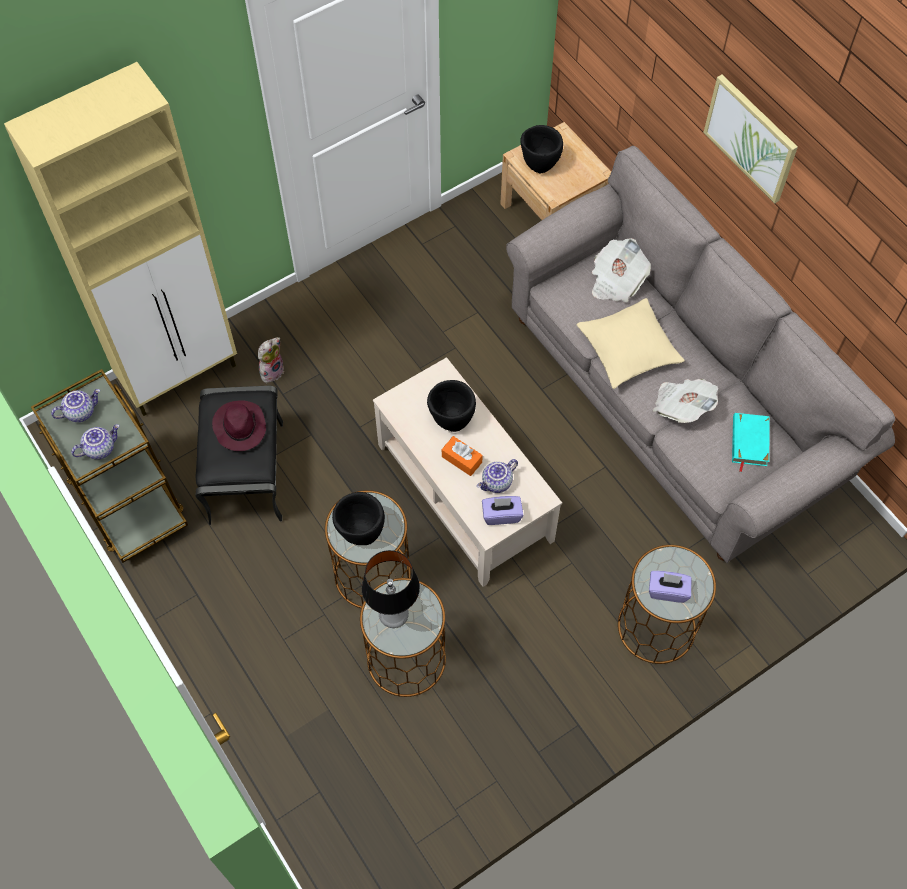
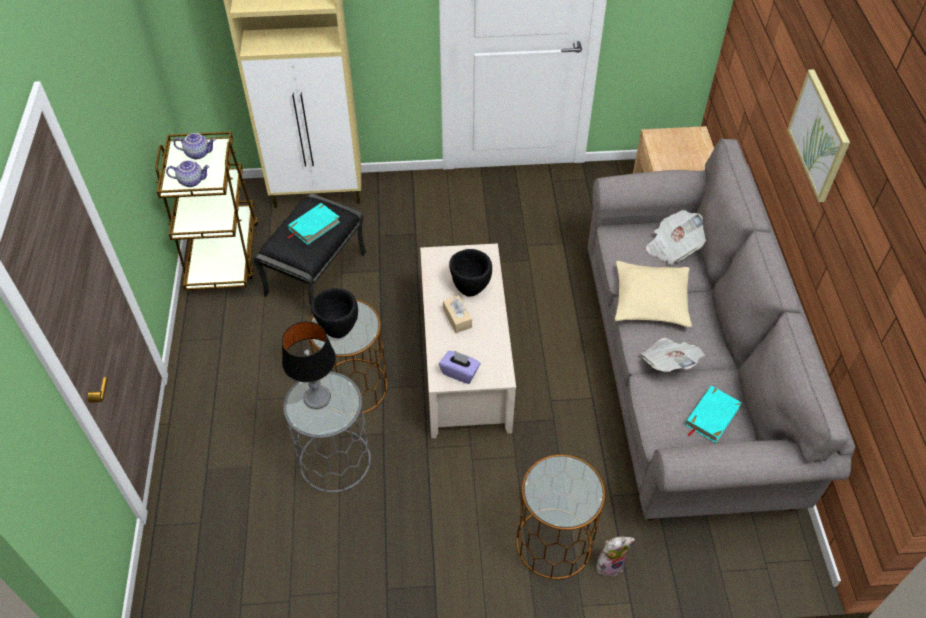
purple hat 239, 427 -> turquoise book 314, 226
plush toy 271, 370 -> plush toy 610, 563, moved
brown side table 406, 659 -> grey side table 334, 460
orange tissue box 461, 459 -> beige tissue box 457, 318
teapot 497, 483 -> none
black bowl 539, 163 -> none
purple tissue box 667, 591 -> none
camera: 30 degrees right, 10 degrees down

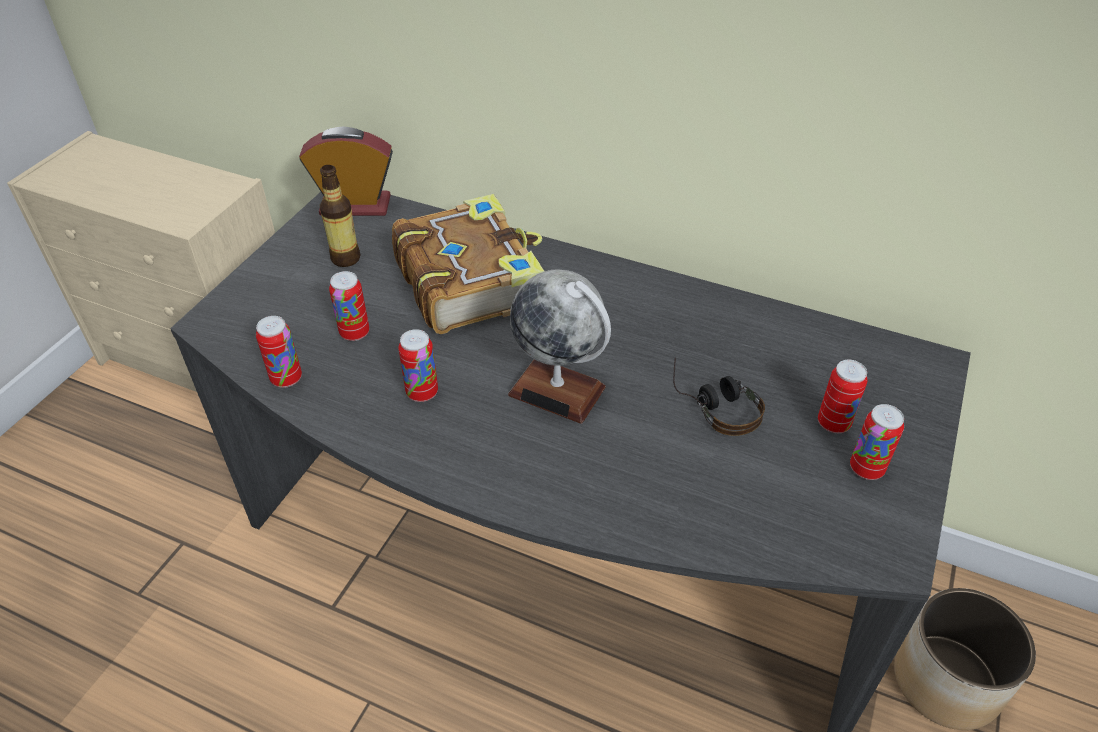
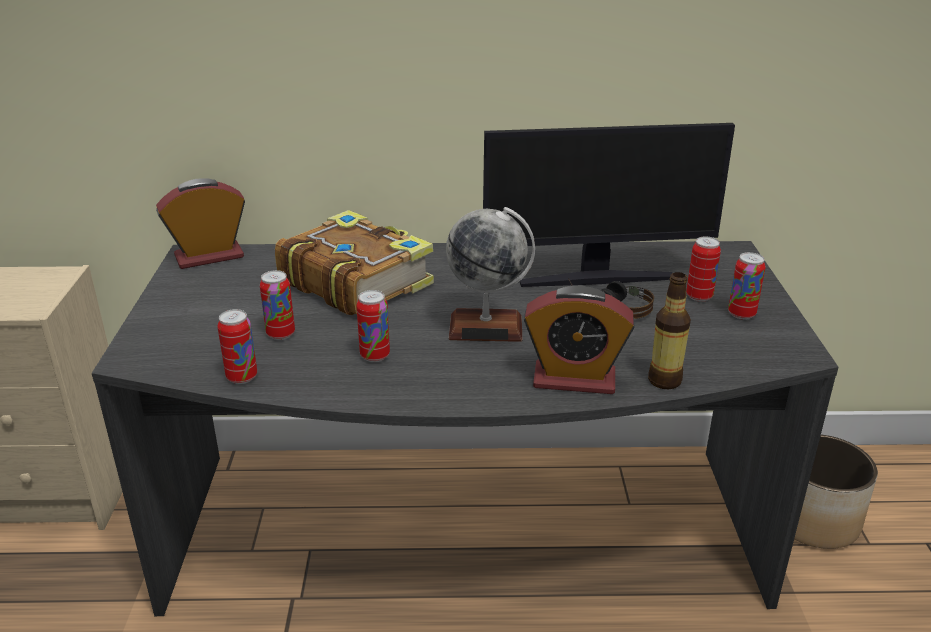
bottle 345, 258 -> bottle 664, 380, moved
none -> monitor 596, 278
none -> alarm clock 574, 379
camera: 25 degrees left, 15 degrees down

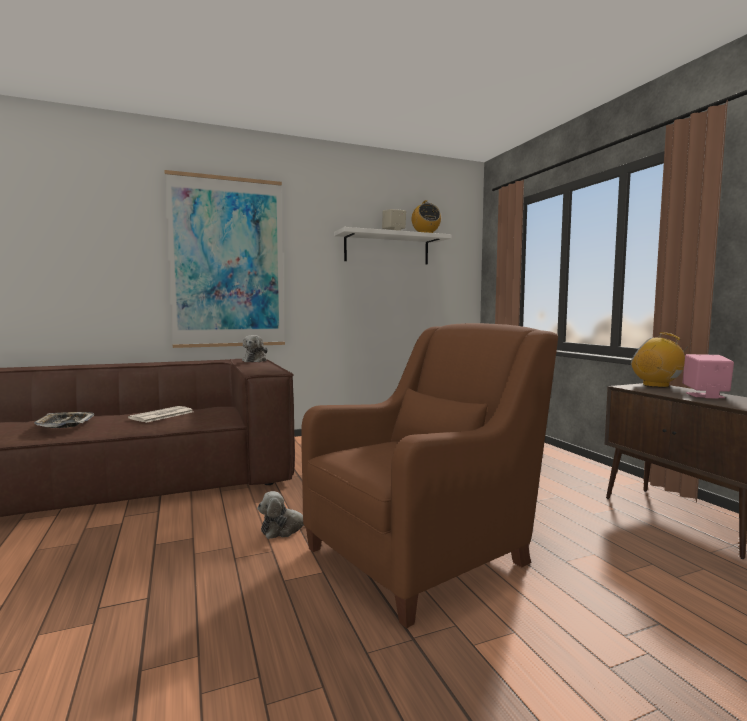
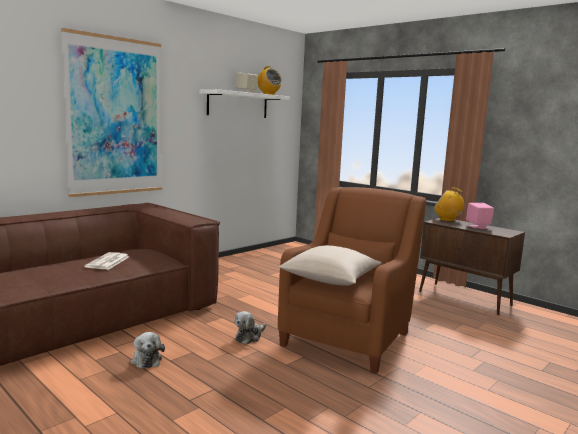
tray 65, 424 -> none
plush toy 255, 360 -> plush toy 146, 359, moved
none -> beige pillow 330, 279
camera: 25 degrees left, 5 degrees up

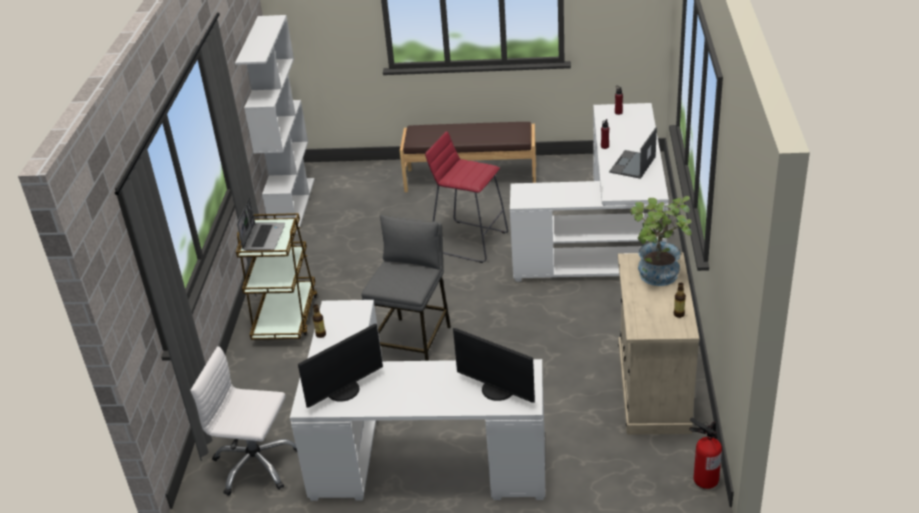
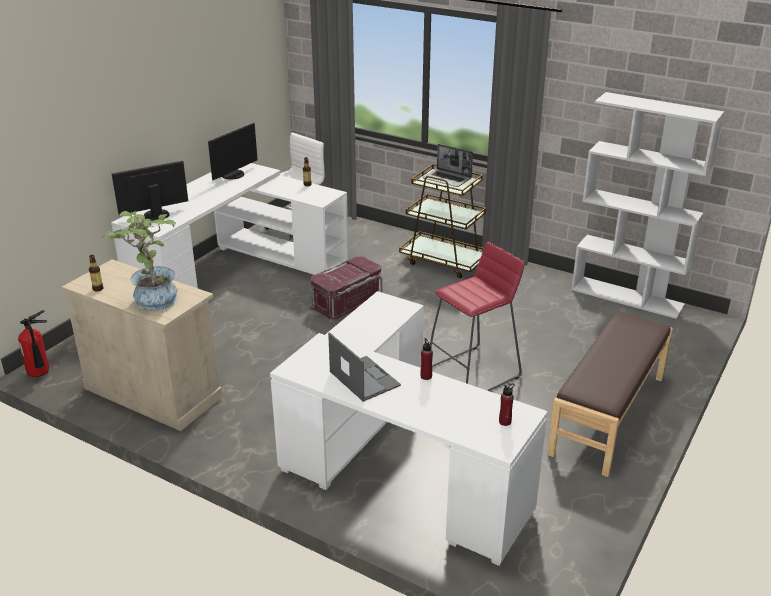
monitor 344, 391 -> monitor 233, 175, 135 degrees counterclockwise
grey stool 413, 344 -> red storage box 347, 303
camera: 115 degrees right, 5 degrees down

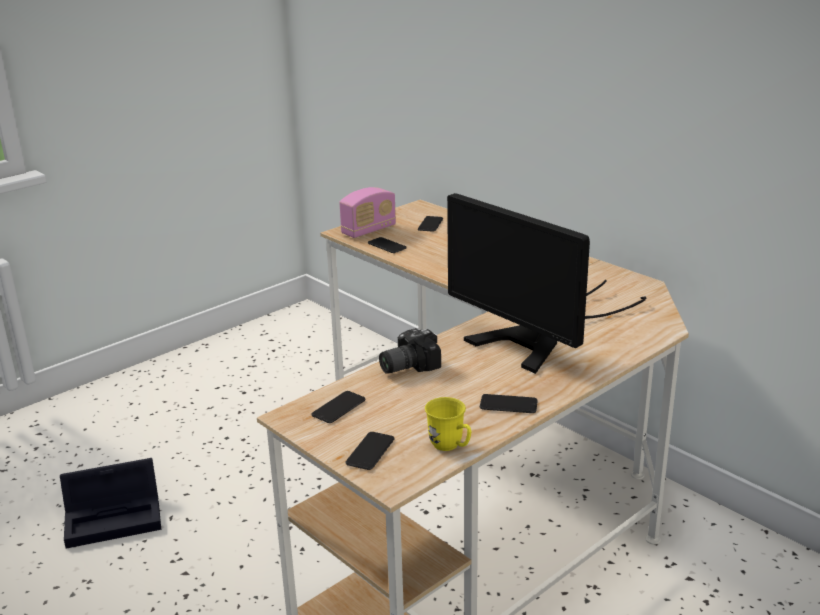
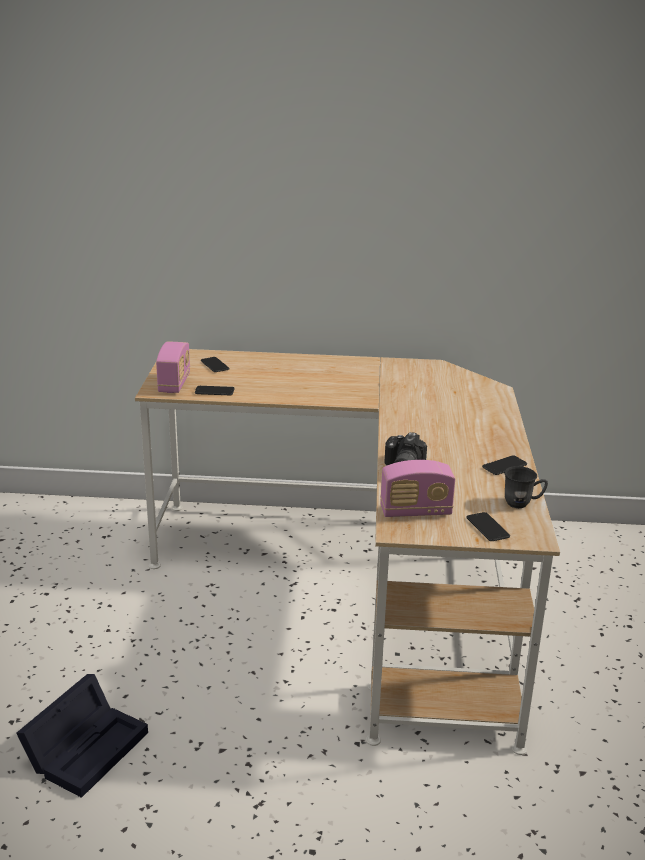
phone 338, 408 -> radio 415, 511
yellow mug 450, 446 -> grey mug 522, 503
monitor 538, 337 -> none
camera: 45 degrees left, 0 degrees up

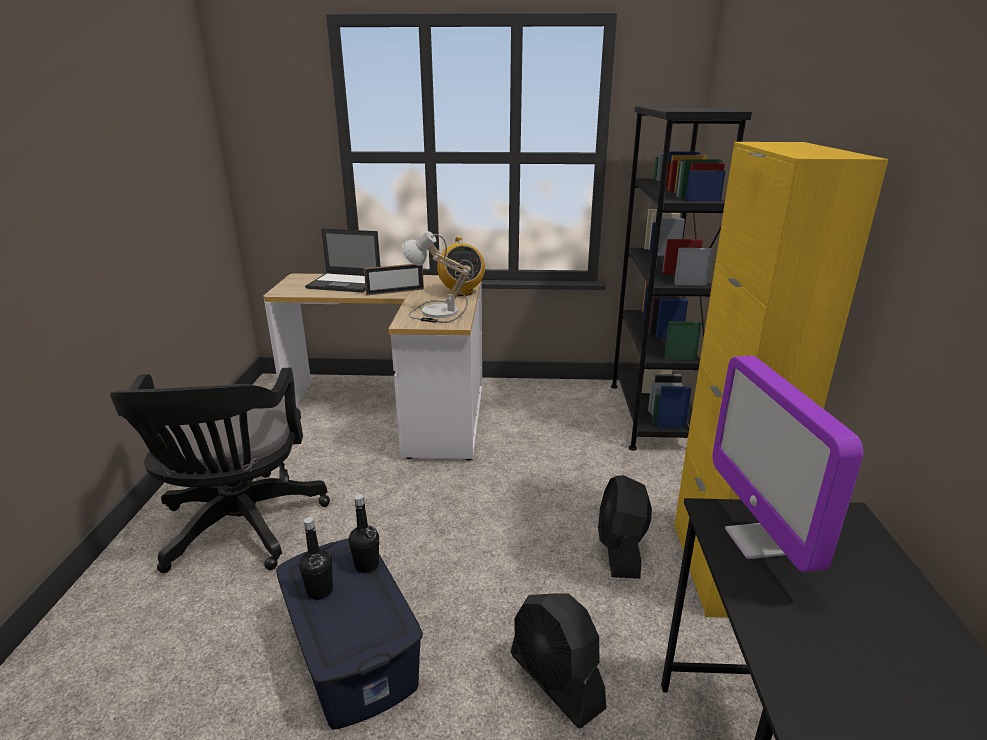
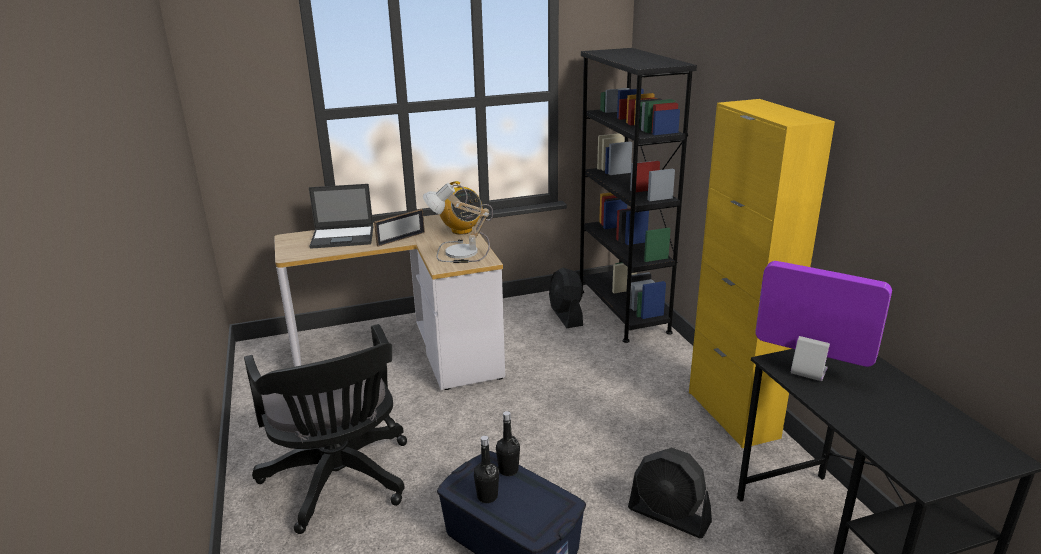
black fan 620, 550 -> black fan 566, 316, moved
monitor 759, 541 -> monitor 808, 372, 150 degrees clockwise
camera: 20 degrees left, 0 degrees up

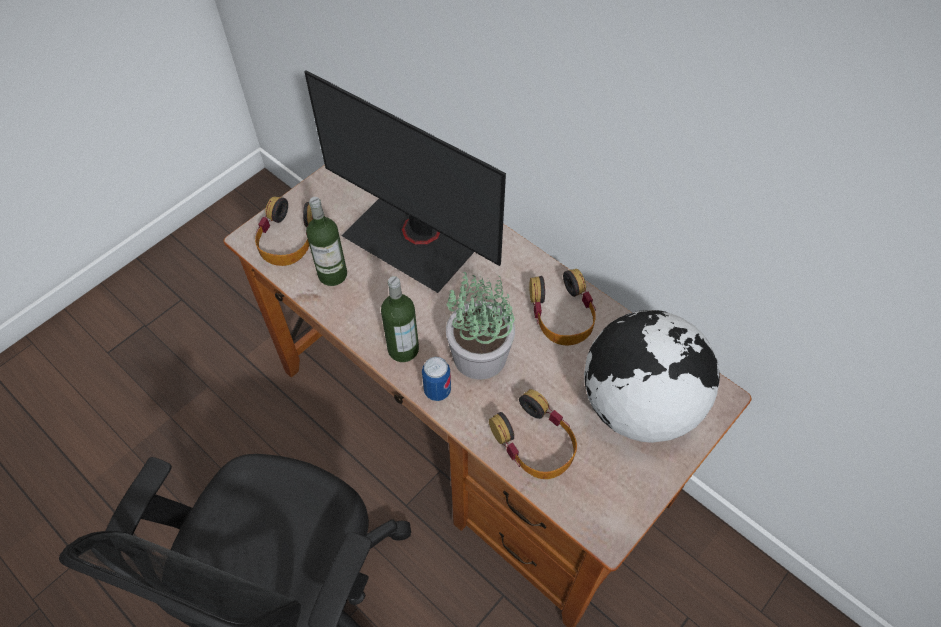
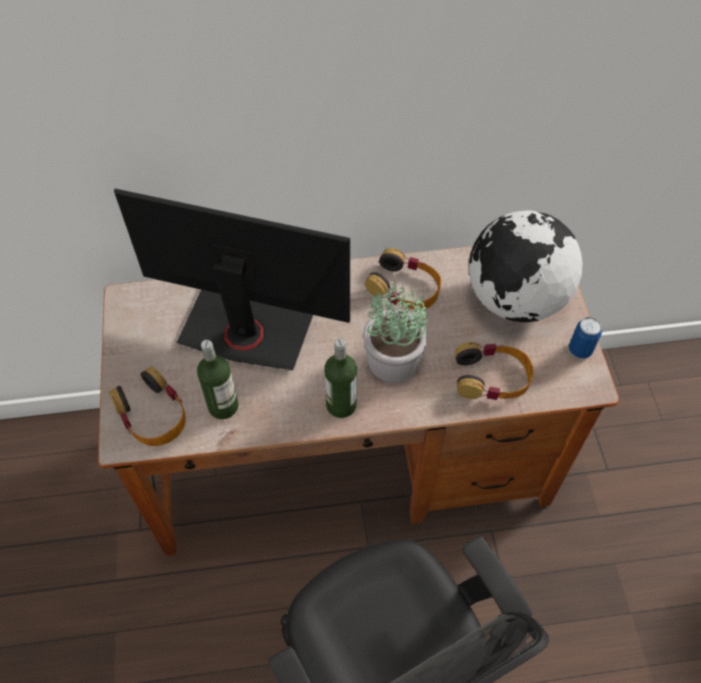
monitor 416, 238 -> monitor 247, 327, 150 degrees counterclockwise
can 437, 390 -> can 580, 350, moved
camera: 50 degrees left, 0 degrees up

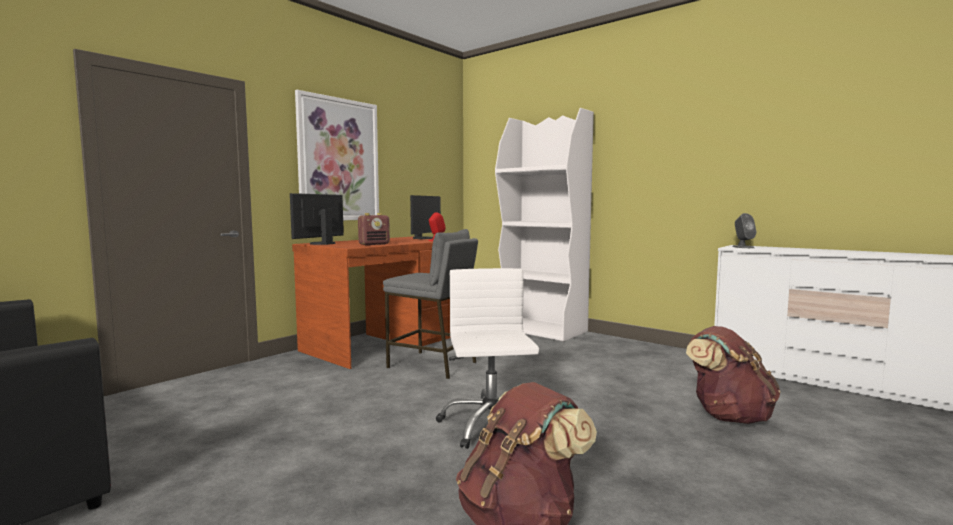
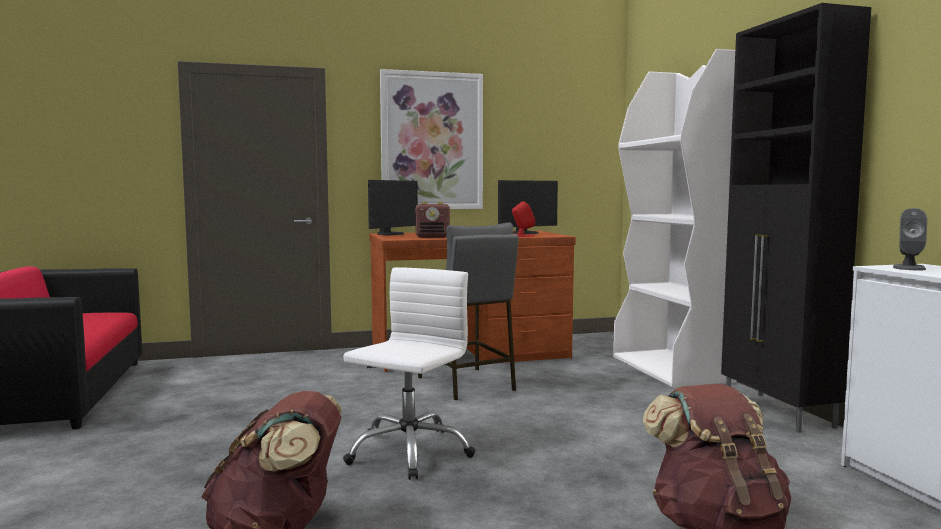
monitor 321, 243 -> monitor 391, 234, 150 degrees clockwise
none -> black cabinet 778, 412
camera: 35 degrees right, 0 degrees up

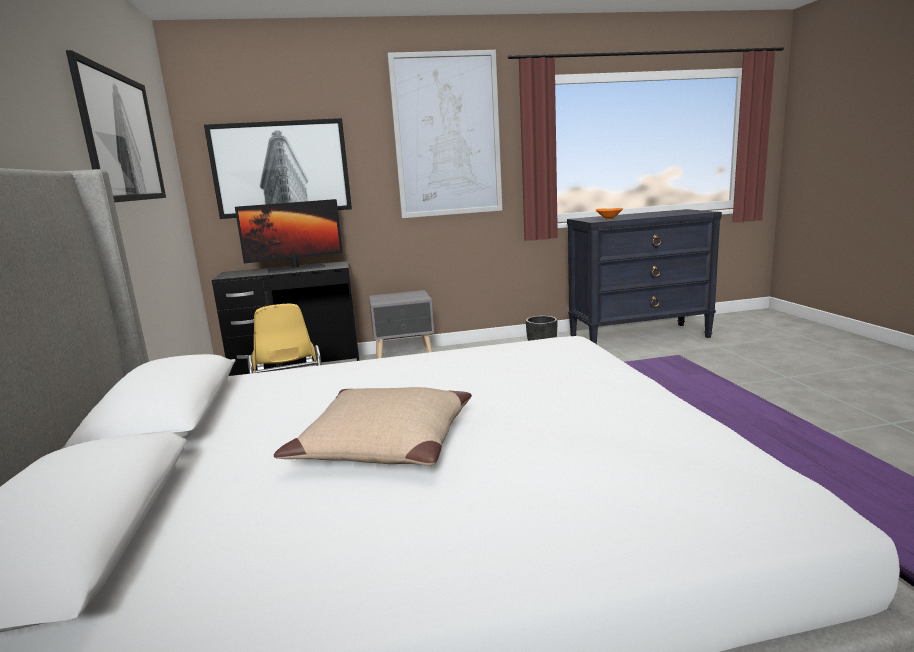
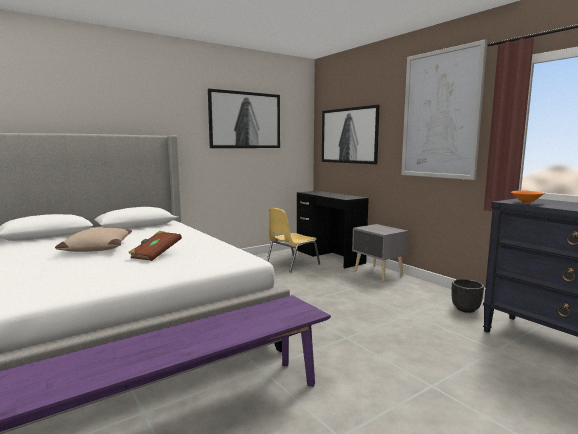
monitor 296, 268 -> none
none -> brown book 155, 255
camera: 65 degrees right, 5 degrees down

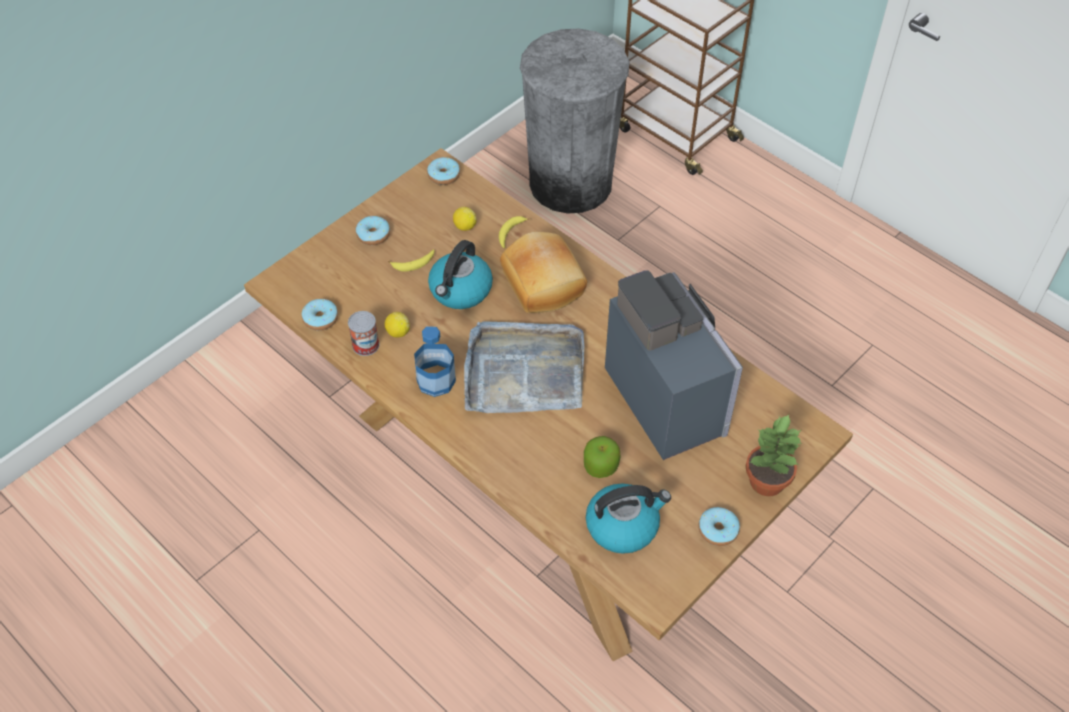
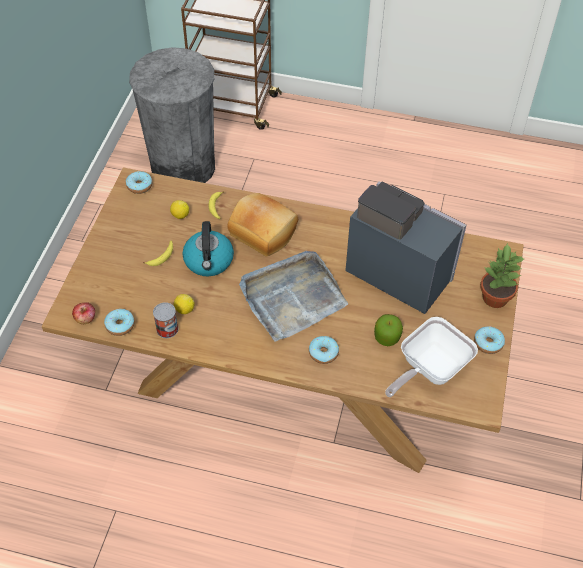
donut 373, 235 -> donut 323, 353, moved
bottle 436, 380 -> none
kettle 623, 525 -> frying pan 429, 369
none -> apple 85, 319
camera: 30 degrees left, 0 degrees up

